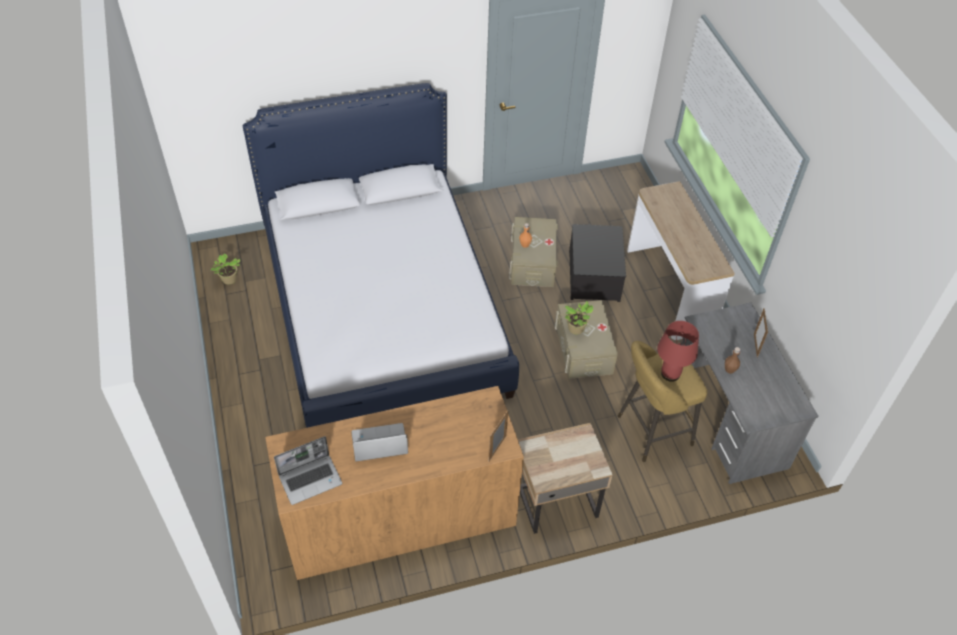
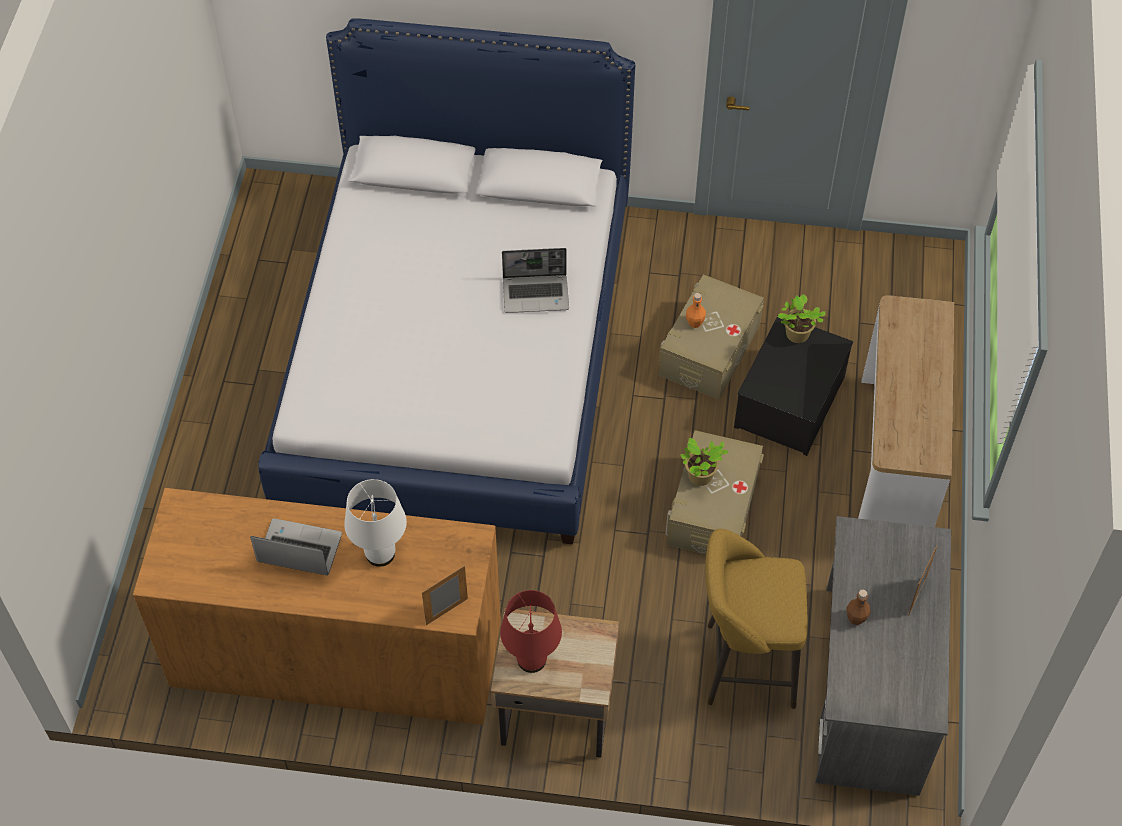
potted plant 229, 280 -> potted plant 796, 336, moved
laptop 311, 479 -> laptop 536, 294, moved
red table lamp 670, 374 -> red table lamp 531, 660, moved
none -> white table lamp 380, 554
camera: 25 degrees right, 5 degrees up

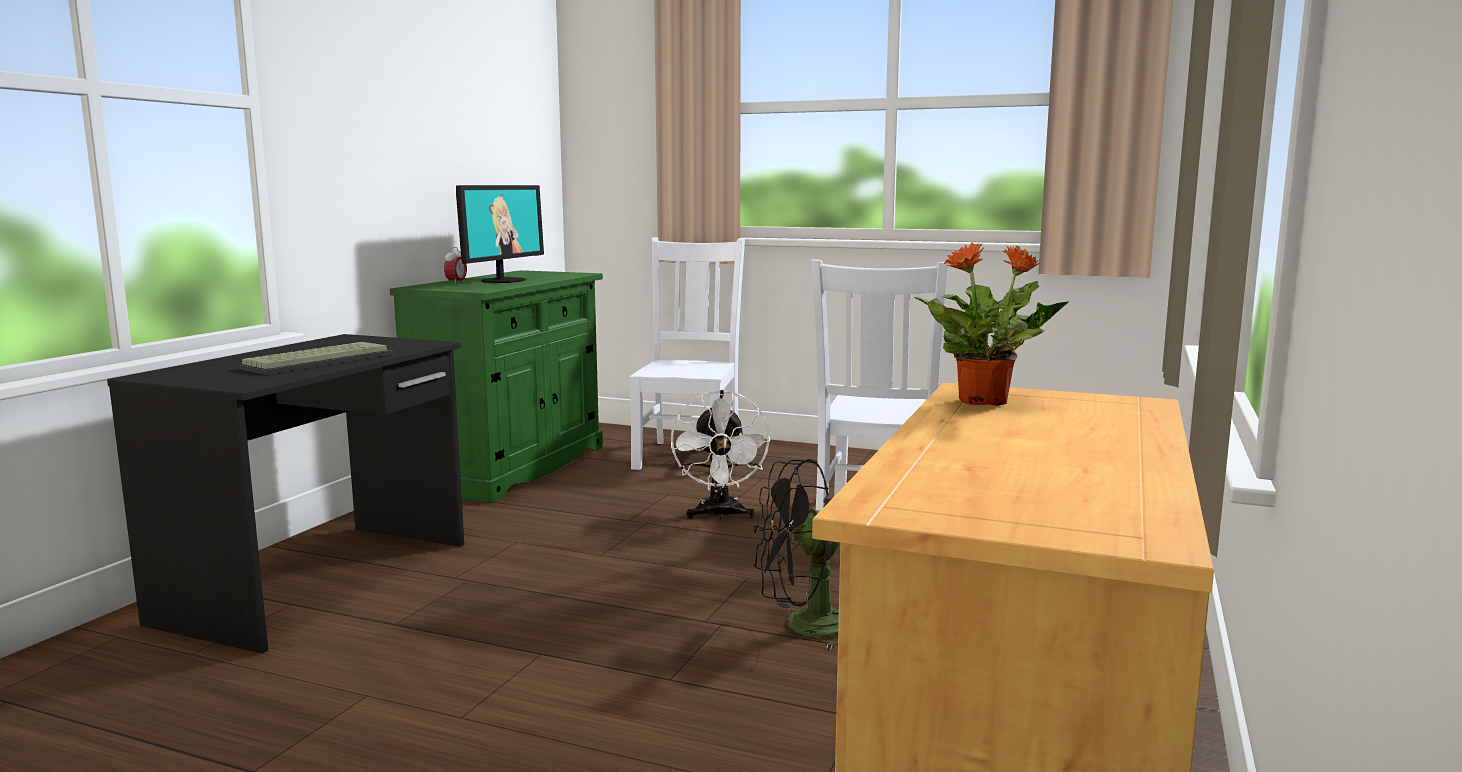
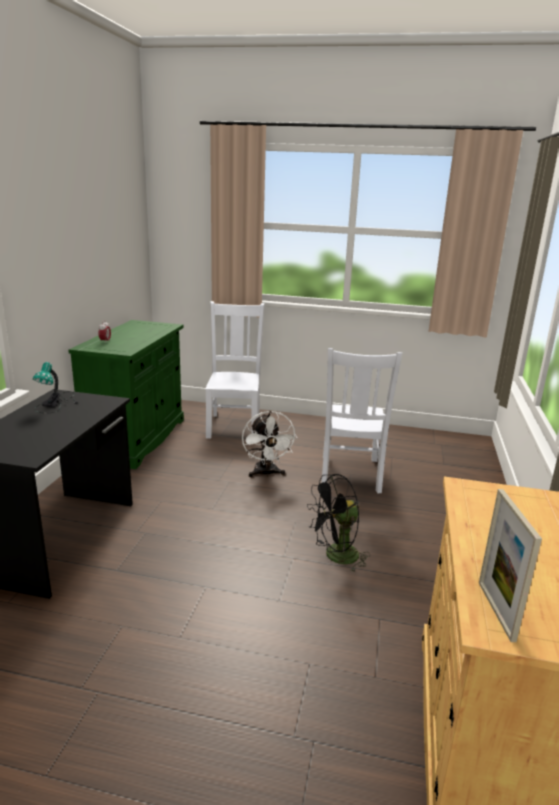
keyboard 318, 361 -> none
monitor 502, 280 -> none
potted plant 985, 401 -> none
none -> table lamp 57, 403
none -> picture frame 496, 610
camera: 10 degrees left, 10 degrees up

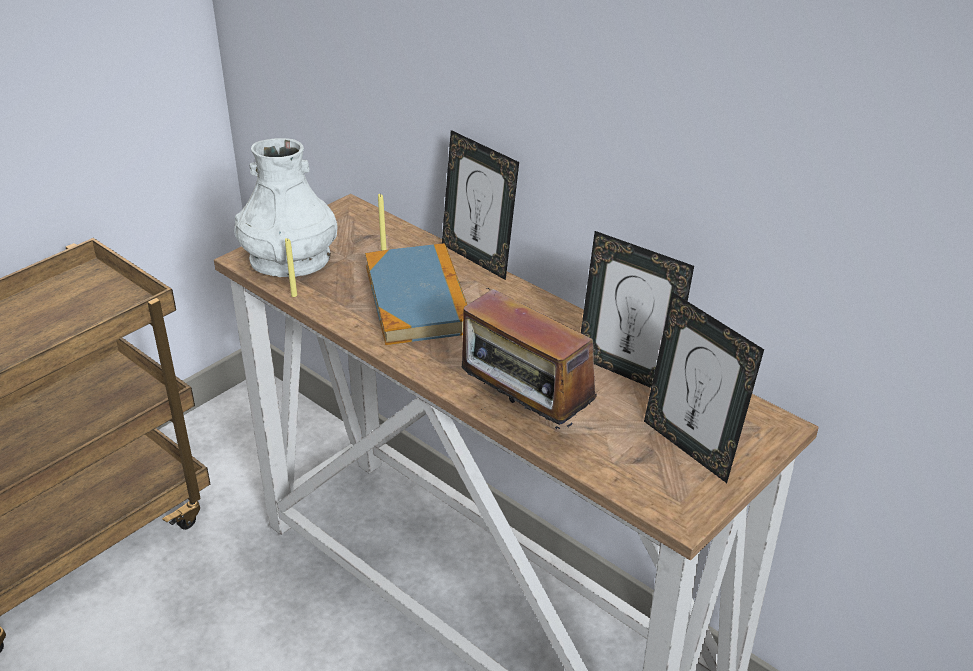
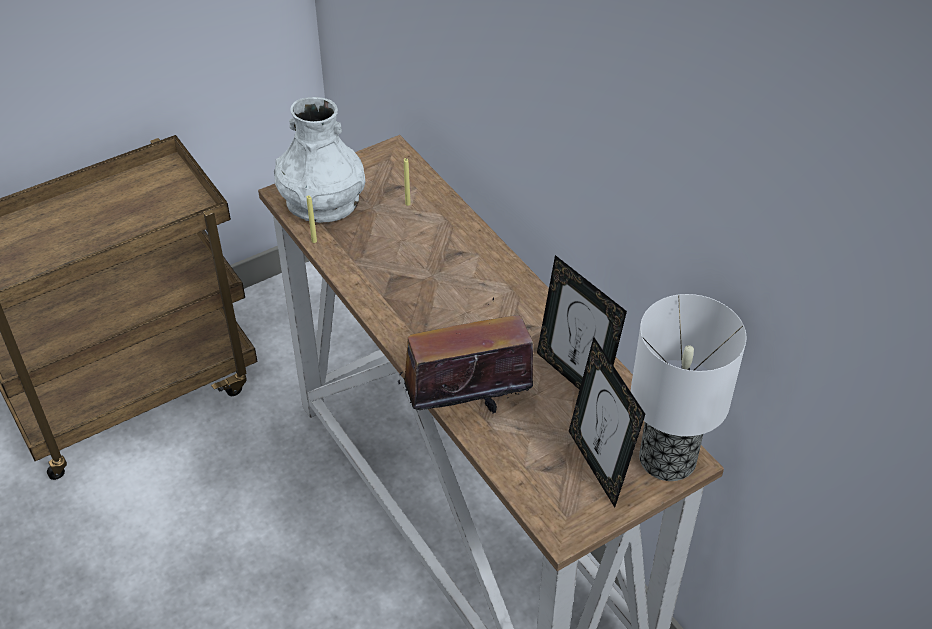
book 418, 299 -> none
picture frame 478, 258 -> none
radio 524, 417 -> radio 466, 405, 105 degrees clockwise
none -> table lamp 666, 458
camera: 15 degrees right, 10 degrees up

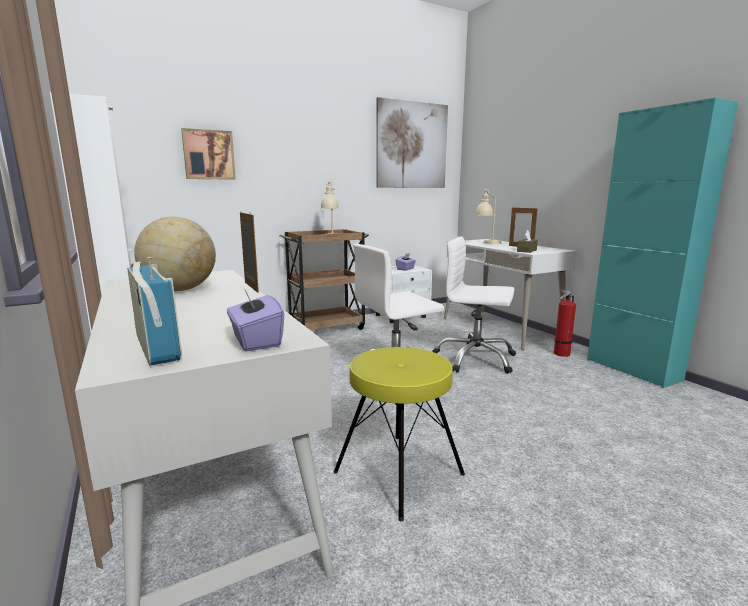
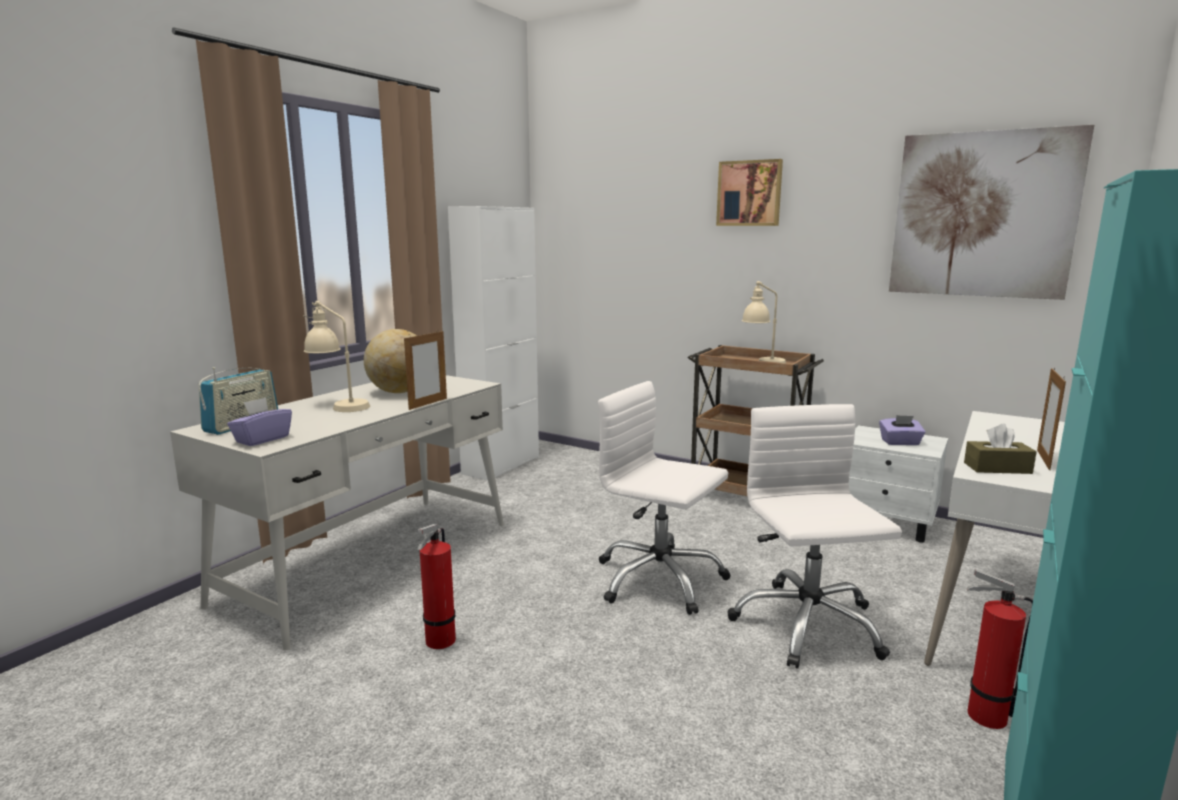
picture 208, 155 -> picture 749, 193, moved
yellow stool 399, 473 -> fire extinguisher 438, 642
beige table lamp 487, 243 -> beige table lamp 338, 406, moved
camera: 60 degrees right, 0 degrees up

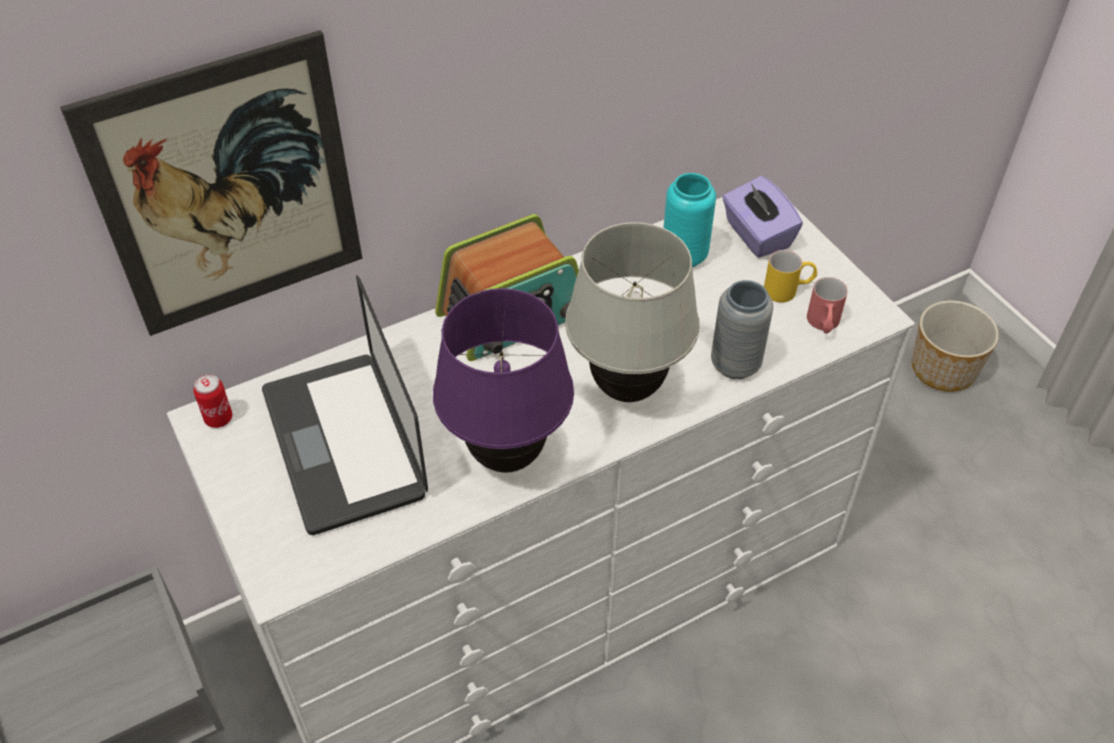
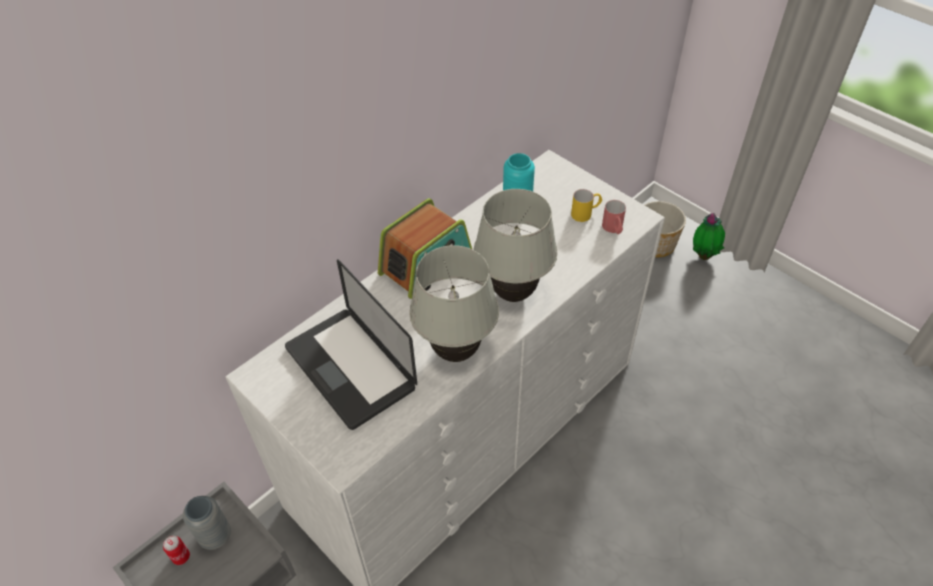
picture 229, 190 -> none
can 218, 418 -> can 181, 557, moved
purple table lamp 507, 457 -> white table lamp 456, 351
grey vase 735, 365 -> grey vase 215, 536, moved
purple tissue box 757, 235 -> none
none -> potted plant 703, 255
camera: 15 degrees left, 0 degrees up

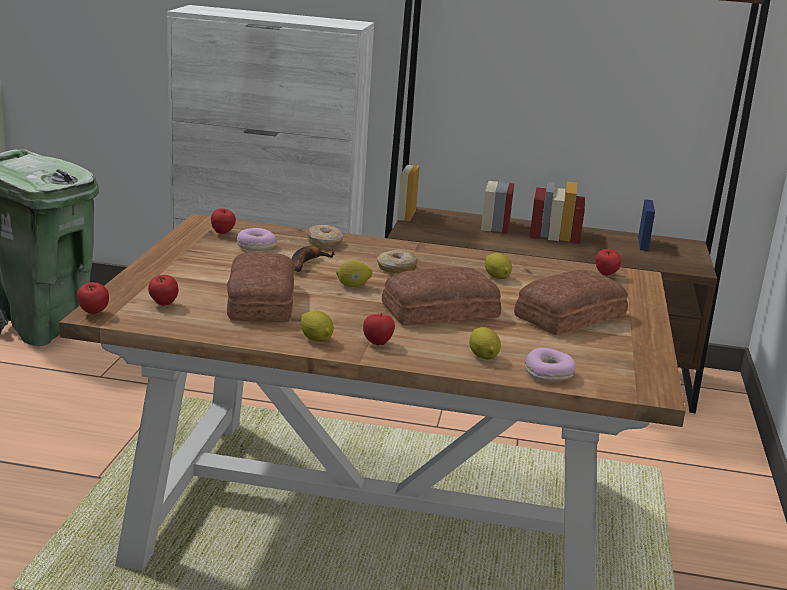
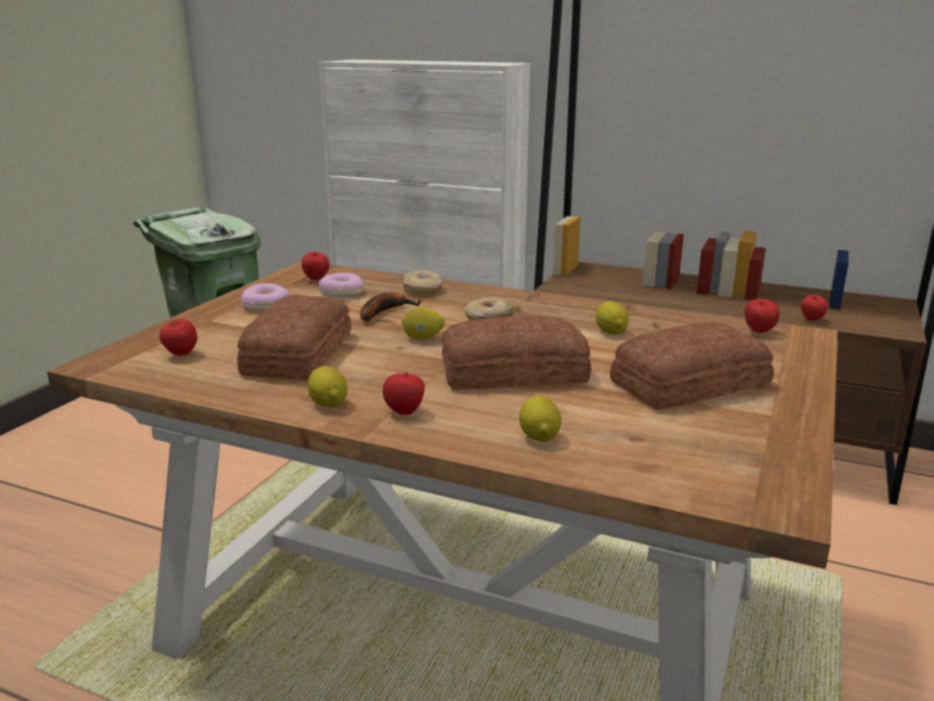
apple 93, 313 -> apple 811, 320, moved
donut 548, 373 -> donut 266, 306, moved
camera: 15 degrees right, 0 degrees up

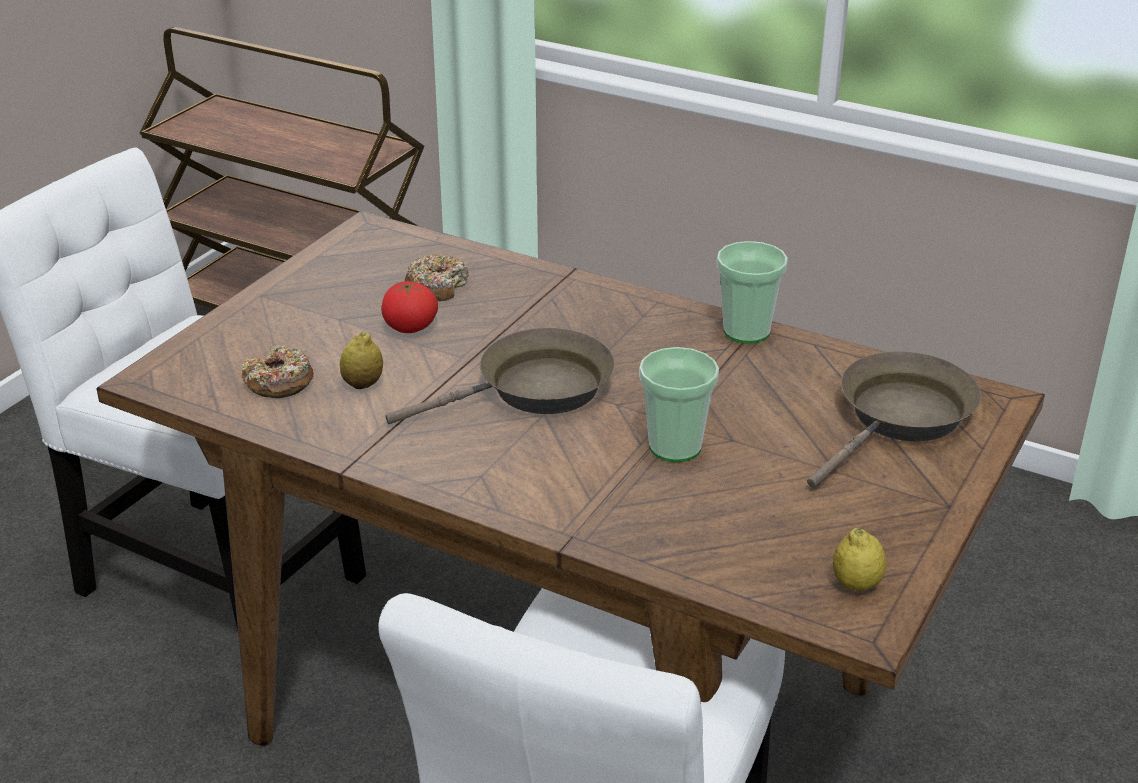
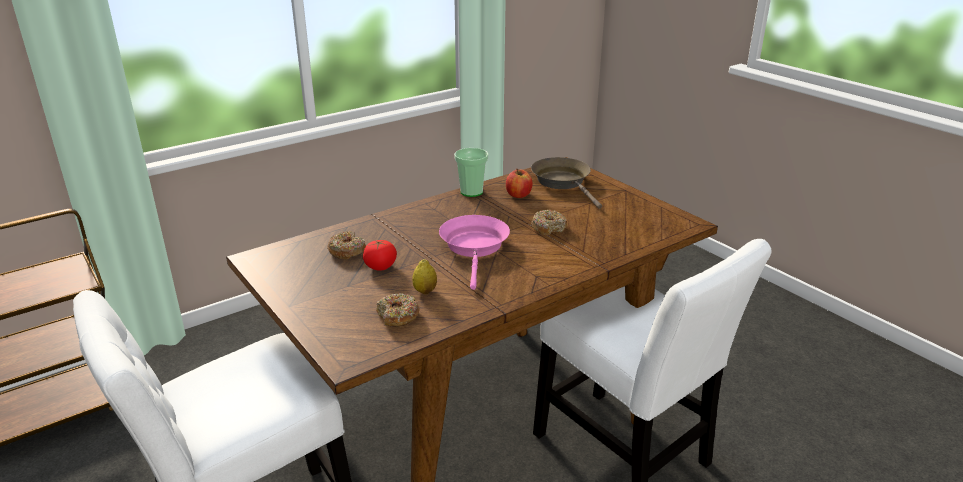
brown frying pan 535, 391 -> pink frying pan 475, 247
cup 675, 447 -> donut 548, 228
lemon 856, 584 -> none
none -> apple 518, 195
camera: 65 degrees left, 5 degrees down

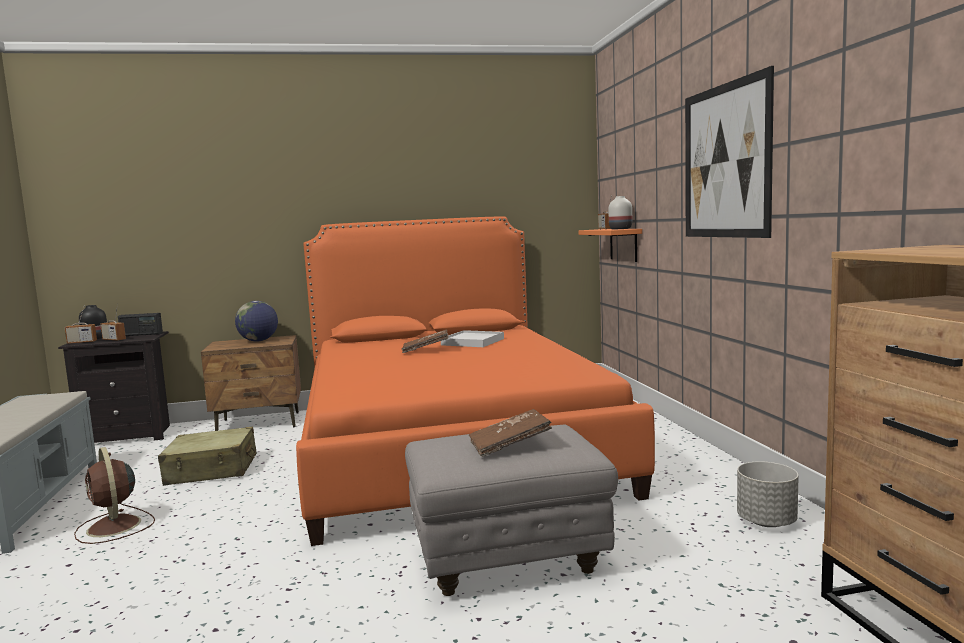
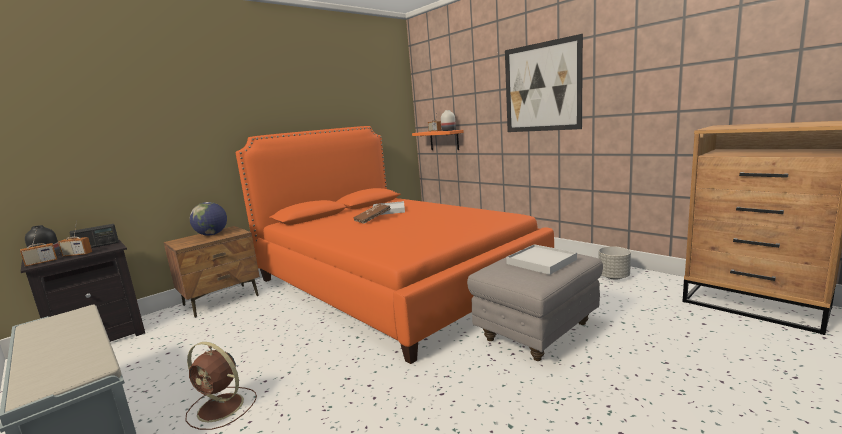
beige suitcase 212, 470 -> none
brown book 509, 446 -> white tray 541, 262
camera: 30 degrees left, 5 degrees up

